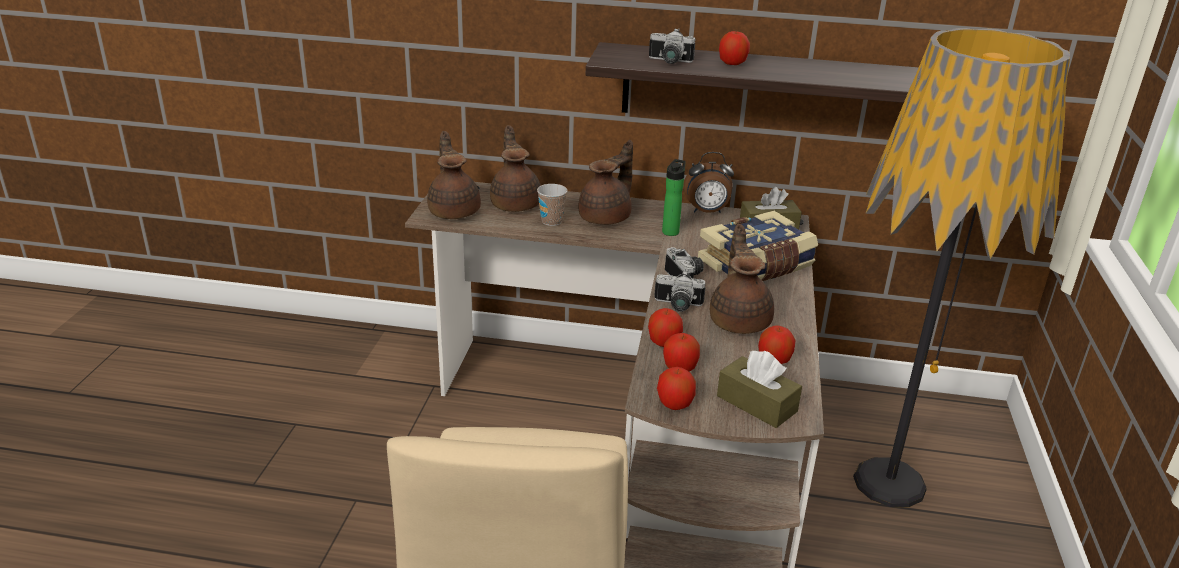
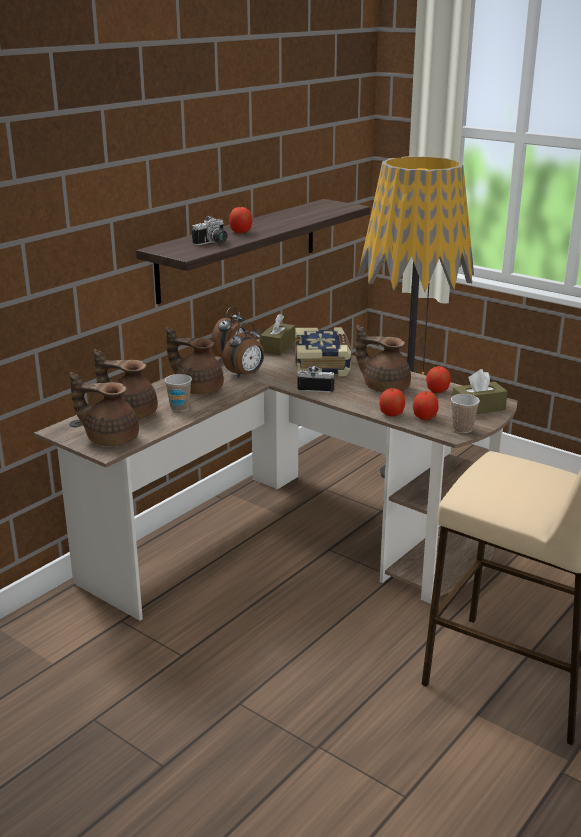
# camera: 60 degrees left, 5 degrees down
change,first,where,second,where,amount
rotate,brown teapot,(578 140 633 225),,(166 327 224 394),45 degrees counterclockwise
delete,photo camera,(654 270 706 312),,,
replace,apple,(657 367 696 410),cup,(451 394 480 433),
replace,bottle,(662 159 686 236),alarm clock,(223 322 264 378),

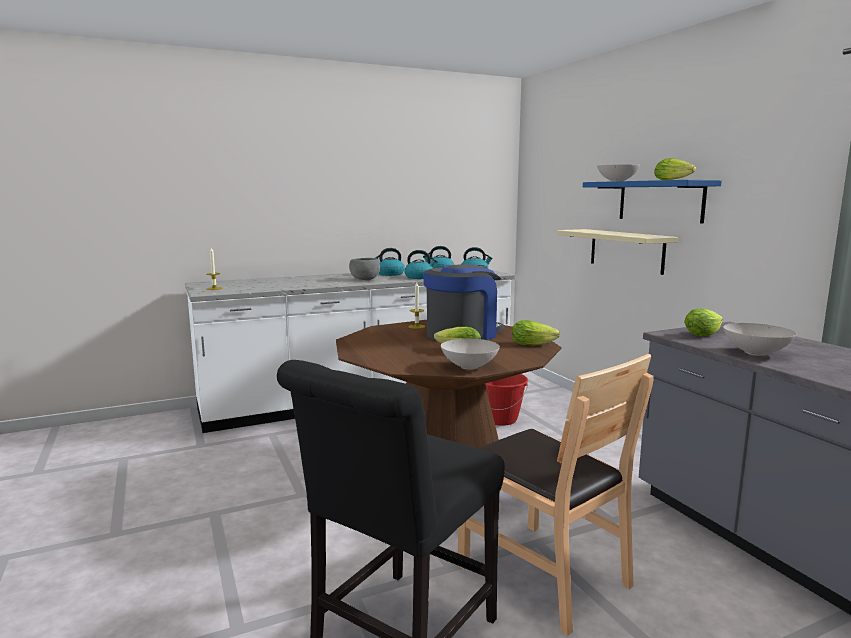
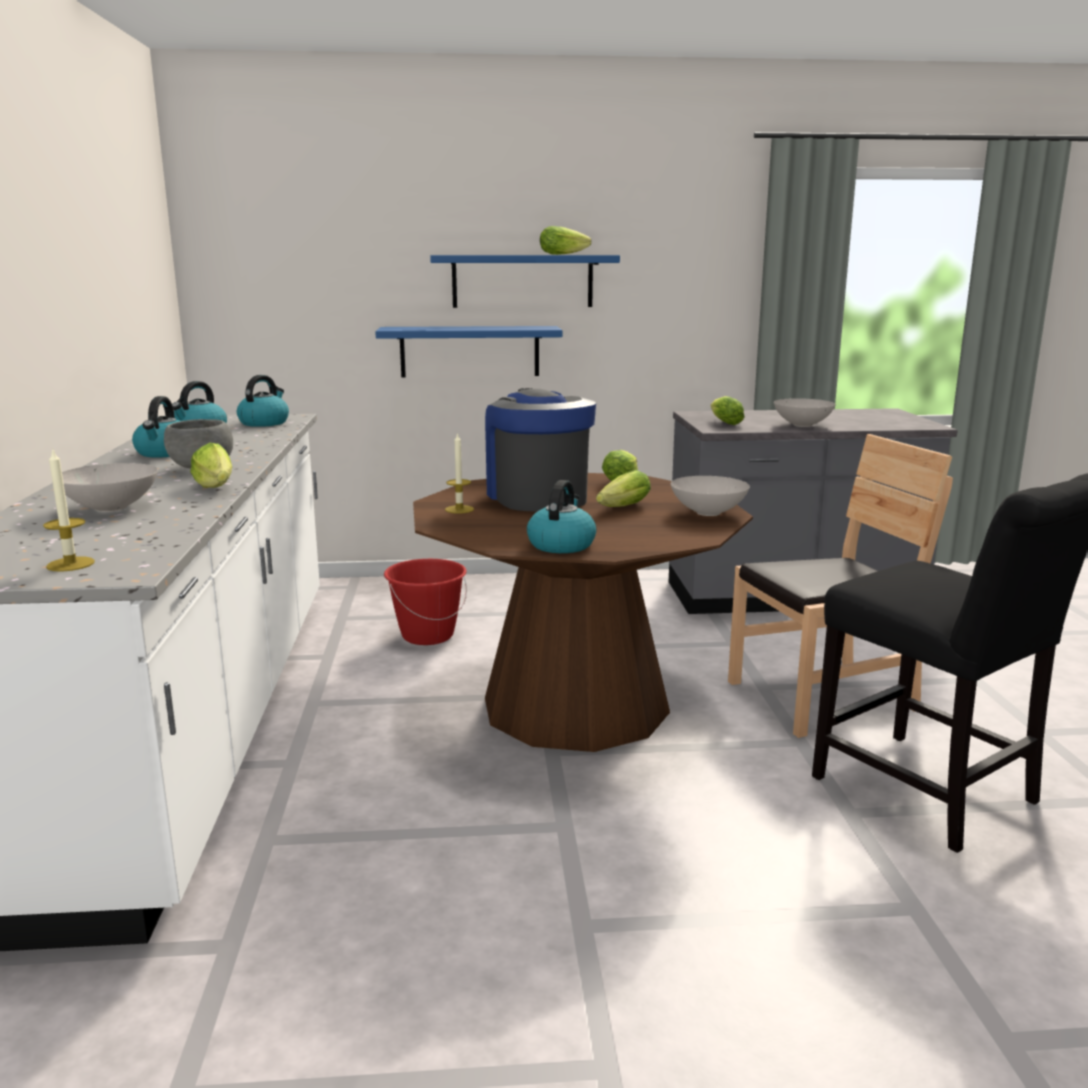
# camera: 70 degrees left, 5 degrees up
change,first,where,second,where,amount
move,kettle,(405 250 438 279),,(527 480 596 553),
recolor,beige shelf,(556 229 679 275),blue shelf,(375 326 562 377),
move,white bowl,(597 164 640 182),,(62 463 158 512),
insert,,,lettuce,(190 443 232 488),

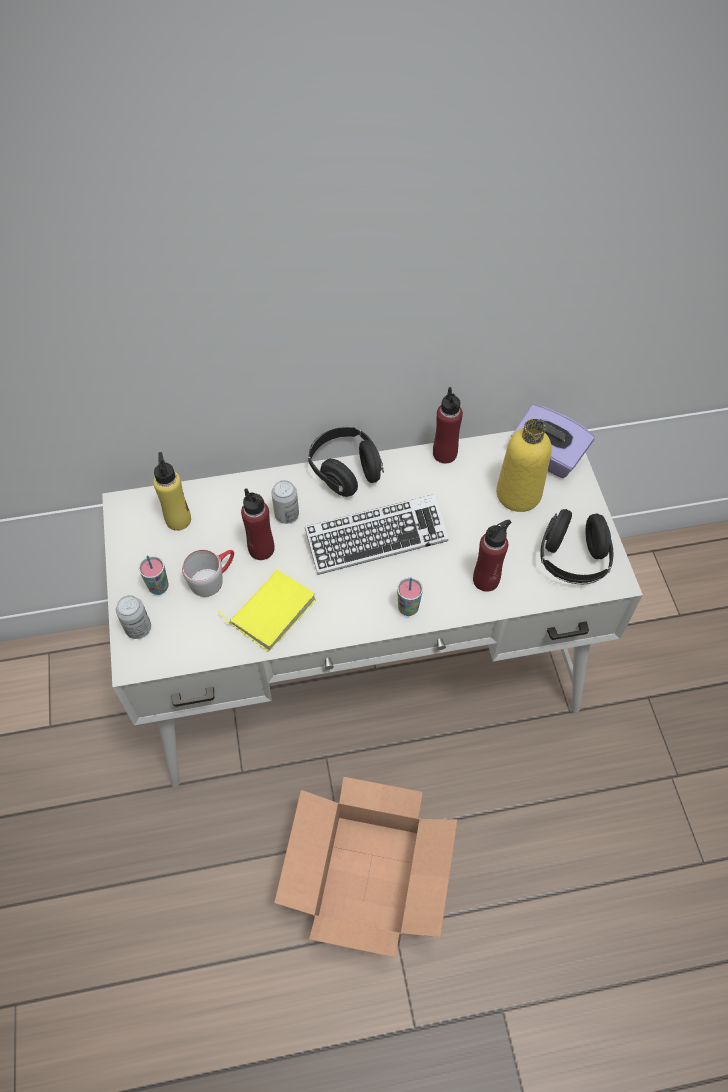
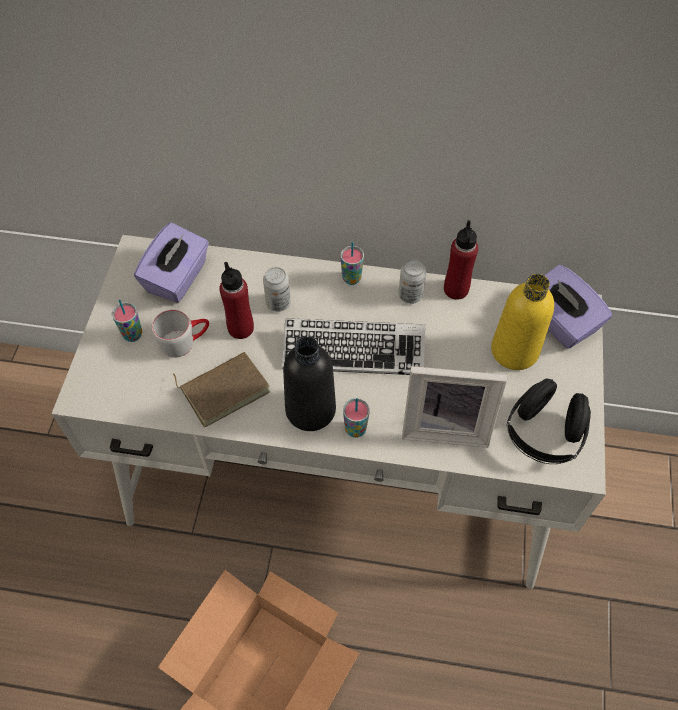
# camera: 20 degrees right, 0 degrees up
change,first,where,second,where,amount
move,can,(116 595 151 639),,(398 259 426 304),
replace,yellow bottle,(153 452 191 531),purple tissue box,(134 222 209 303),
recolor,yellow book,(218 570 316 652),brown book,(173 352 270 427),
replace,black headphones,(308 427 384 497),cup,(340 242 364 285),
replace,red bottle,(473 520 511 592),picture frame,(402 366 507 448),
insert,,,black bottle,(283 337 336 431),

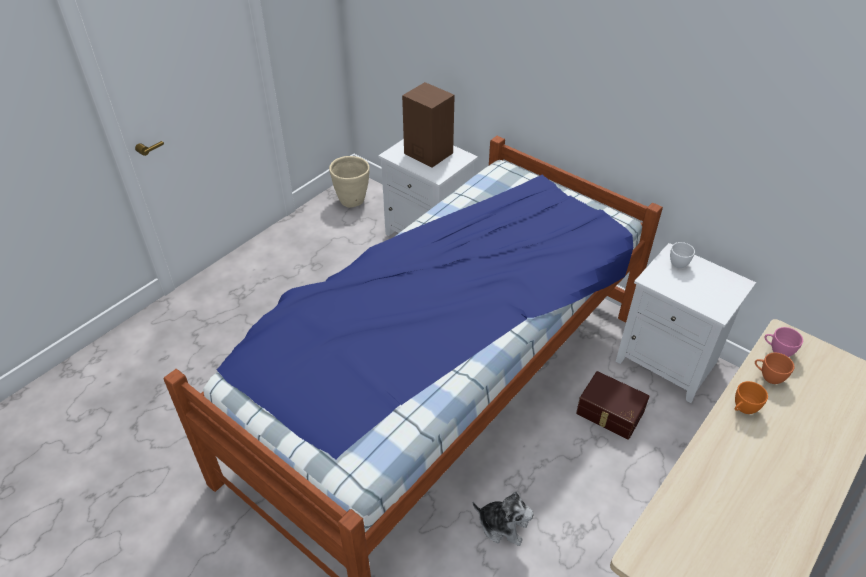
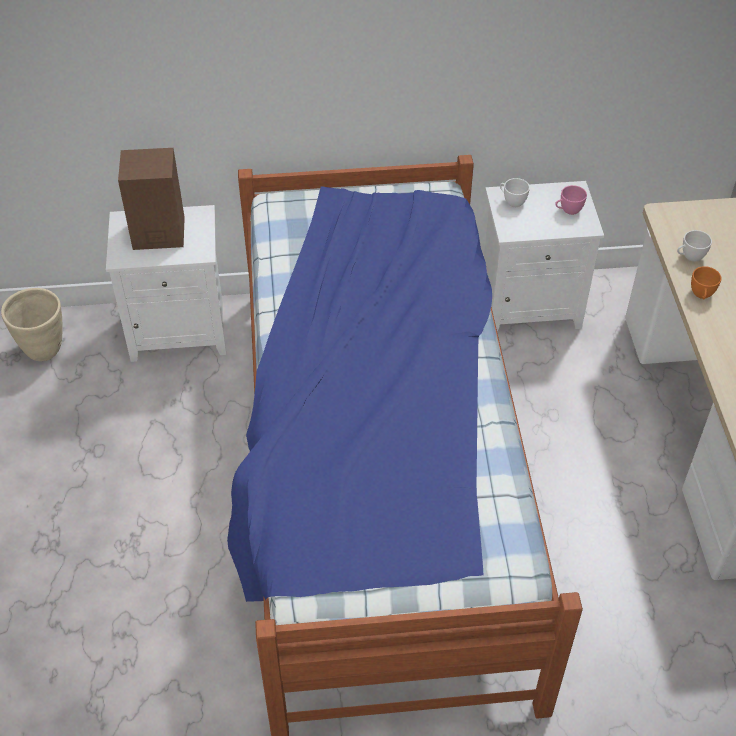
# camera: 45 degrees left, 5 degrees up
change,first,where,second,where,amount
delete,plush toy,(473 491 534 546),,,
delete,brown storage box,(576 371 649 440),,,
recolor,orange cup,(755 353 794 384),white cup,(677 230 712 262),
move,pink cup,(764 327 803 357),,(555 185 587 215),

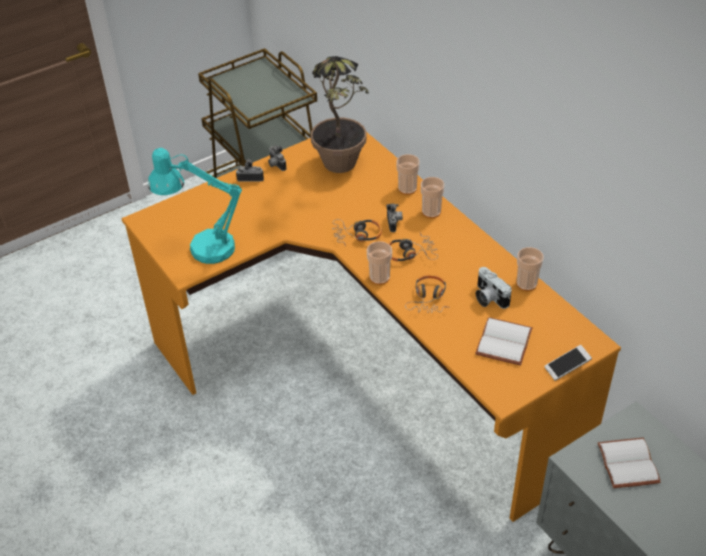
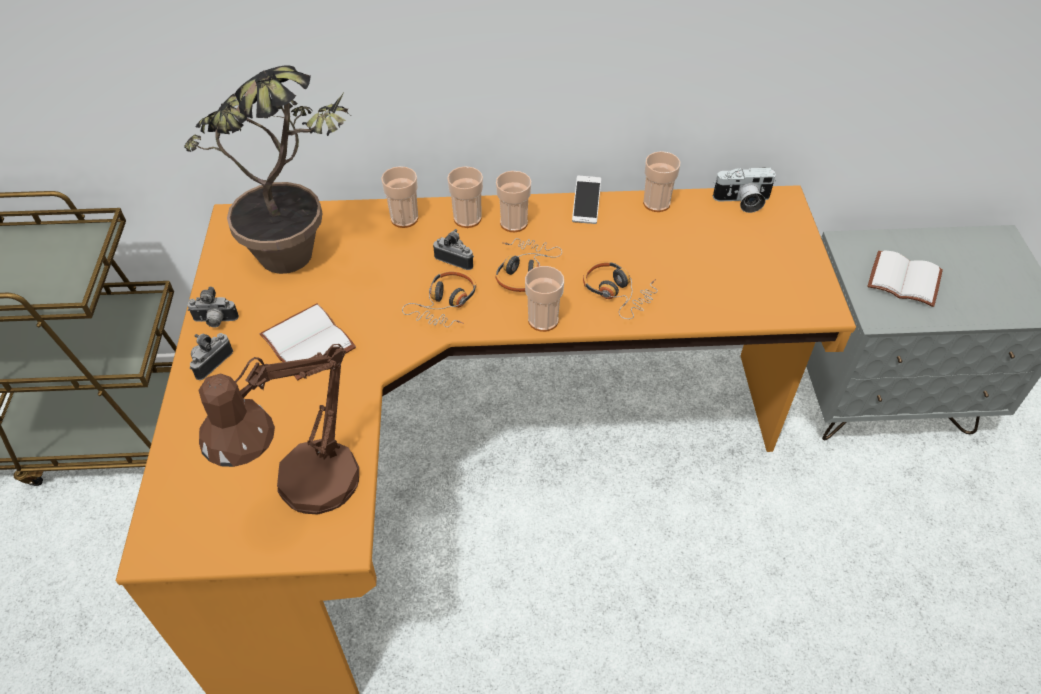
# camera: 60 degrees left, 5 degrees up
change,first,where,second,where,amount
recolor,turquoise table lamp,(148 148 242 264),brown table lamp,(198 344 359 514),
move,white book,(475 317 533 366),,(260 303 356 380),
move,photo camera,(476 267 512 309),,(713 167 776 213),
move,phone,(544 345 592 381),,(572 176 601 224),
insert,,,cup,(496 171 532 232),

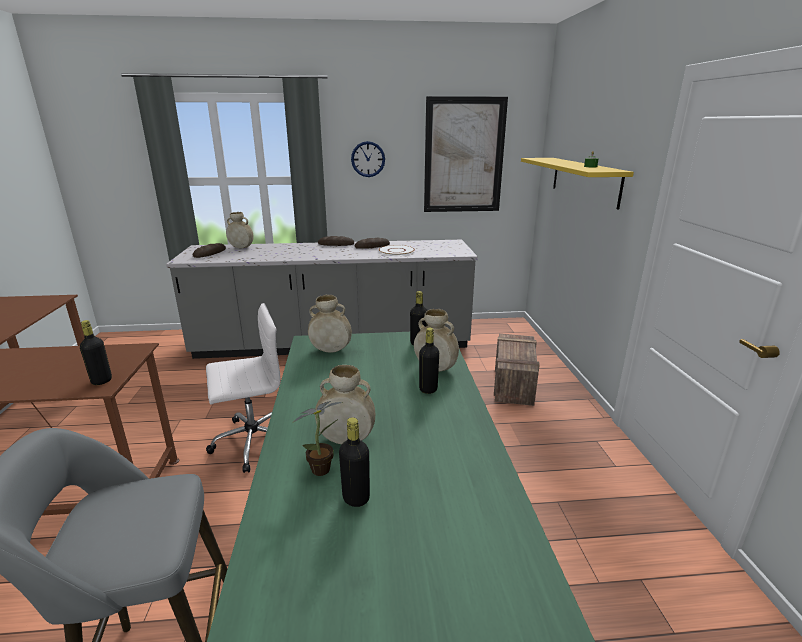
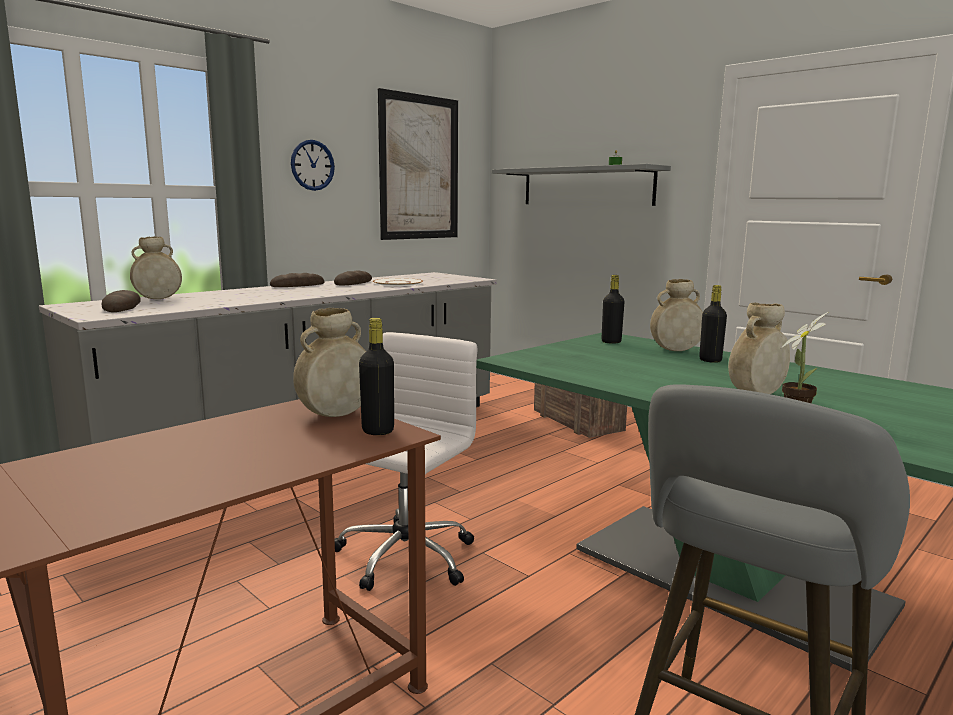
# camera: 40 degrees left, 10 degrees down
change,first,where,second,where,amount
move,beige vase,(308 295 352 353),,(293 308 366 417),
delete,black bottle,(339 417 370 507),,,
recolor,yellow shelf,(521 158 634 209),grey shelf,(492 164 671 206),

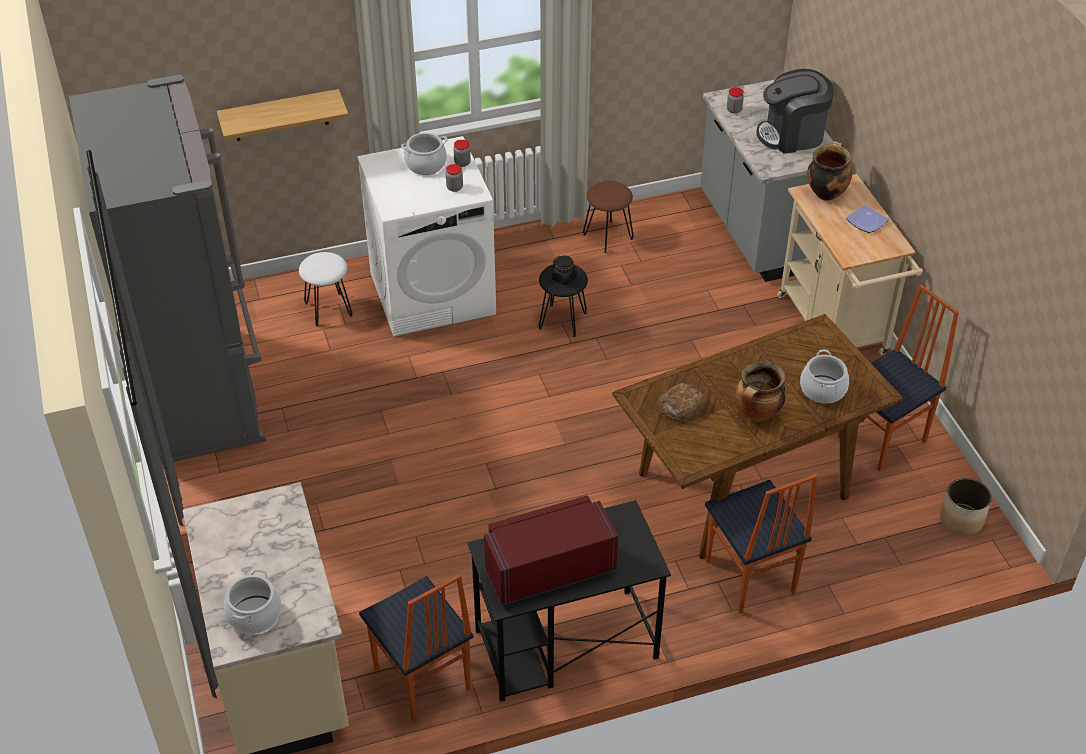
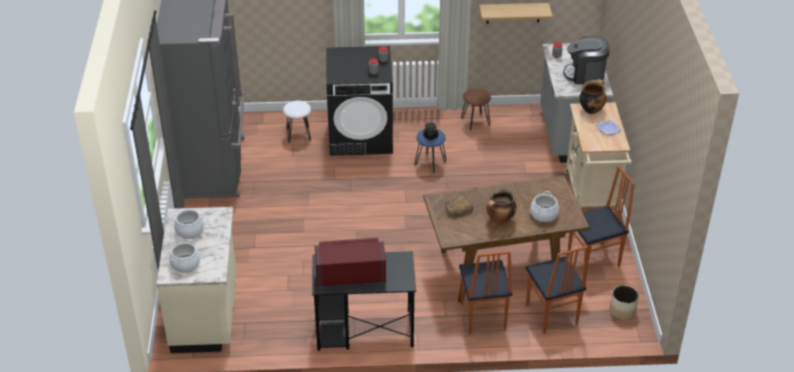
# camera: 15 degrees right, 5 degrees down
change,first,where,second,where,amount
move,shelf,(217 89 349 141),,(479 3 553 24),
recolor,white washing machine,(357 136 496 337),black washing machine,(326 46 393 156),
move,chair,(359 574 473 723),,(526 246 588 334),
move,cooking pot,(401 133 448 175),,(171 209 204 239),
recolor,black stool,(539 264 588 337),blue stool,(414 129 446 174),

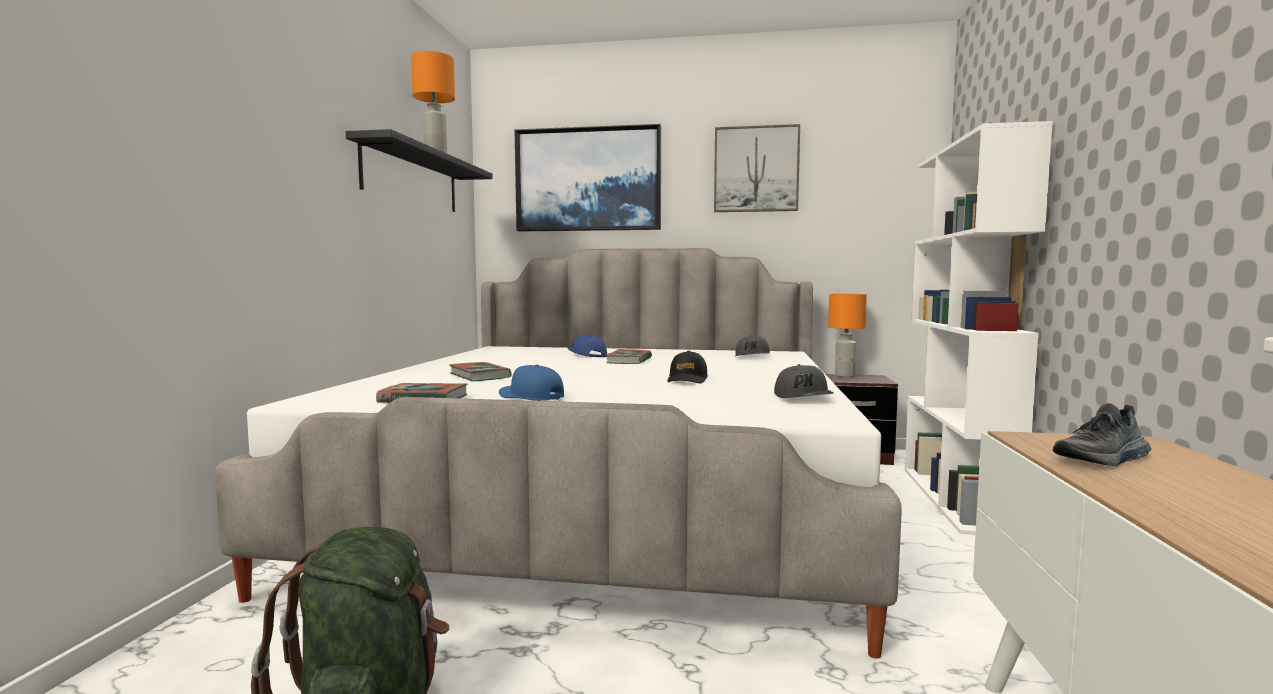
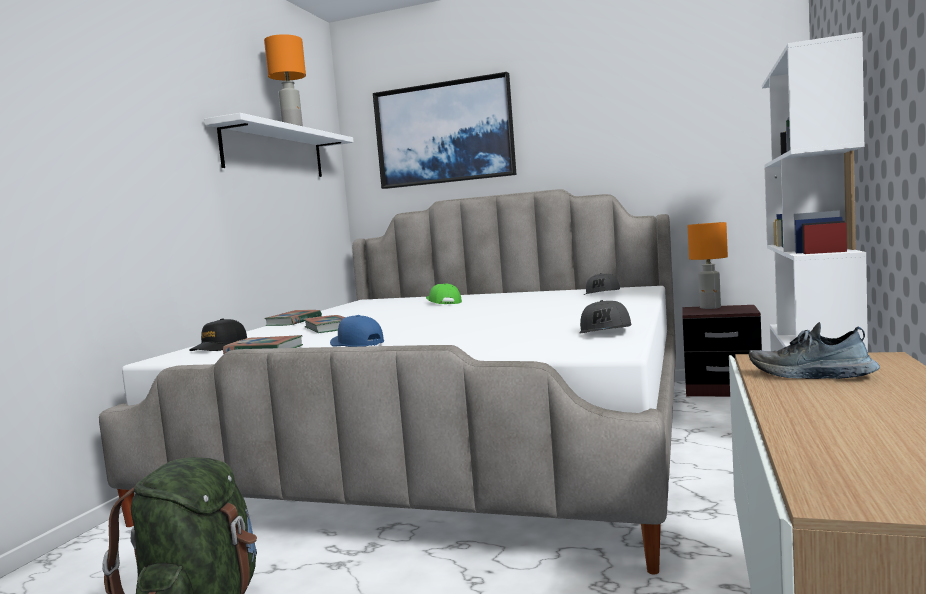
# camera: 10 degrees right, 0 degrees up
change,first,where,second,where,amount
recolor,black shelf,(346 129 492 212),white shelf,(204 113 354 177),
recolor,blue cap,(568 335 607 357),green cap,(426 283 462 304),
move,book,(605 349 652 364),,(264 310 322 326),
move,black cap,(667 351 708 383),,(189 318 247 351),
delete,picture,(714 124 800 212),,,
rotate,shoe,(1053 403 1151 466),,(749 322 880 379),45 degrees clockwise

